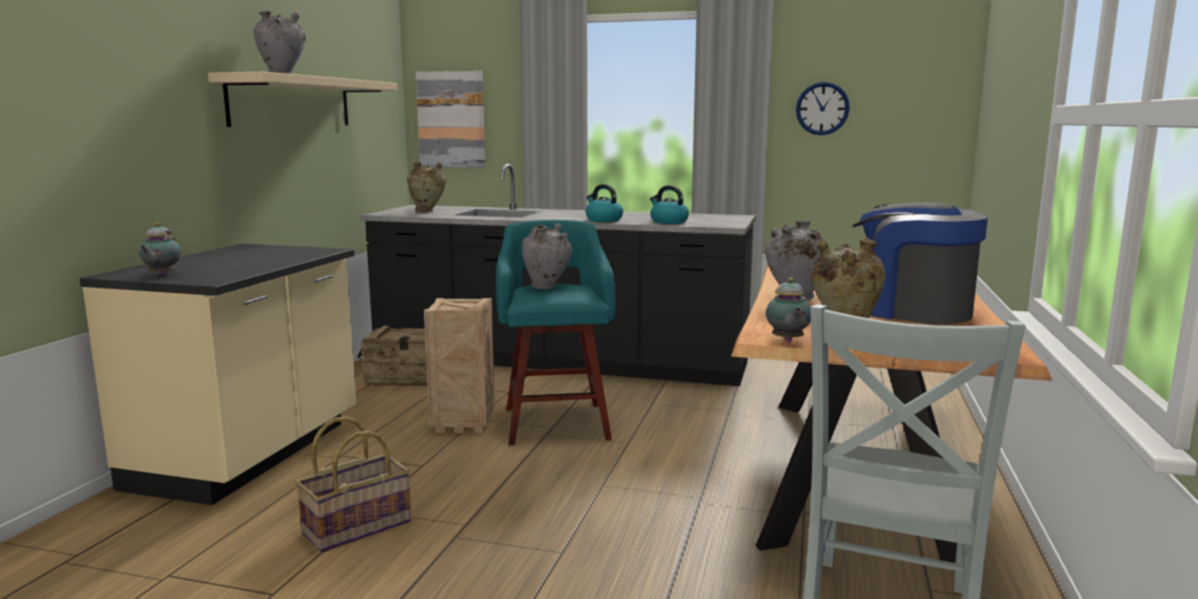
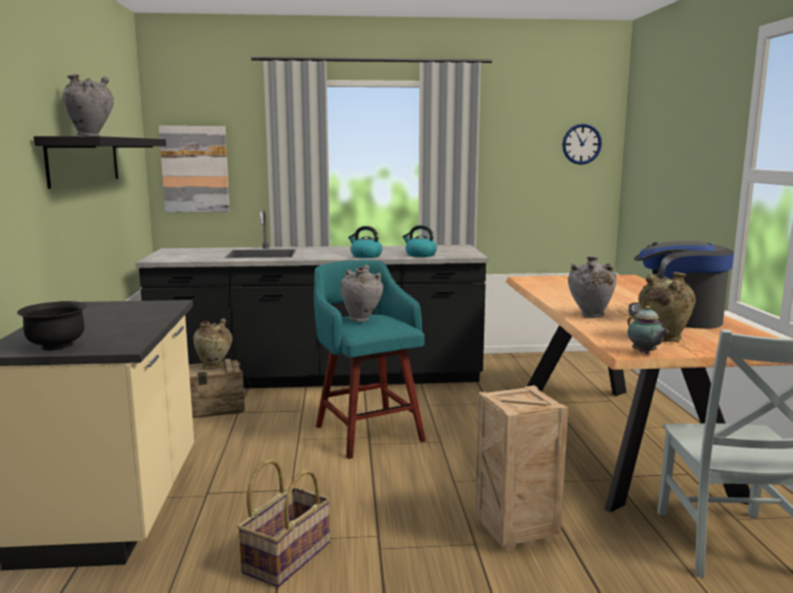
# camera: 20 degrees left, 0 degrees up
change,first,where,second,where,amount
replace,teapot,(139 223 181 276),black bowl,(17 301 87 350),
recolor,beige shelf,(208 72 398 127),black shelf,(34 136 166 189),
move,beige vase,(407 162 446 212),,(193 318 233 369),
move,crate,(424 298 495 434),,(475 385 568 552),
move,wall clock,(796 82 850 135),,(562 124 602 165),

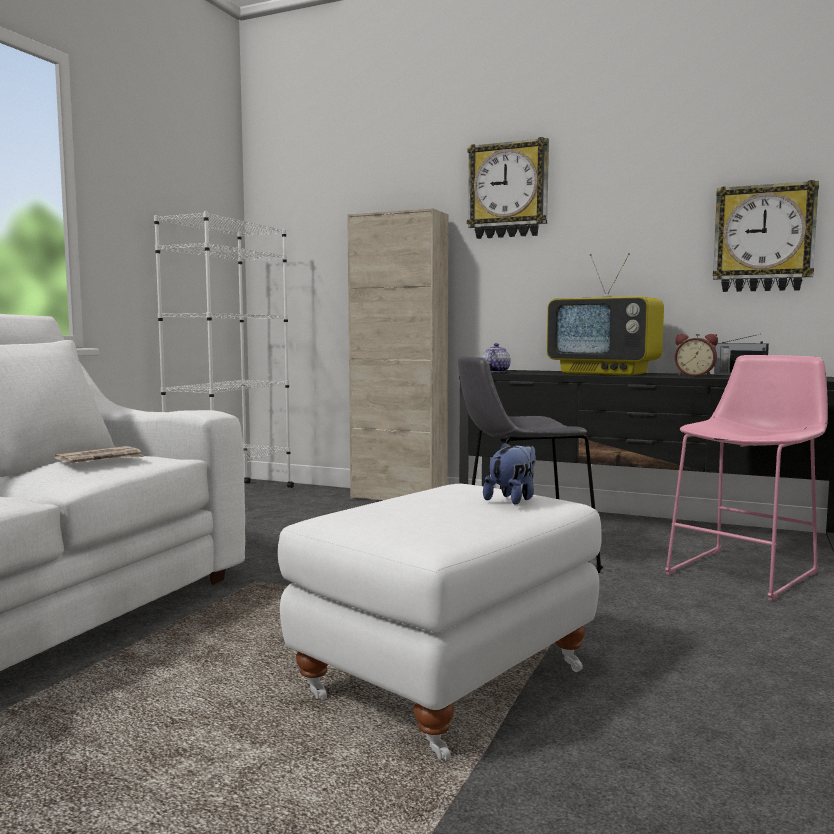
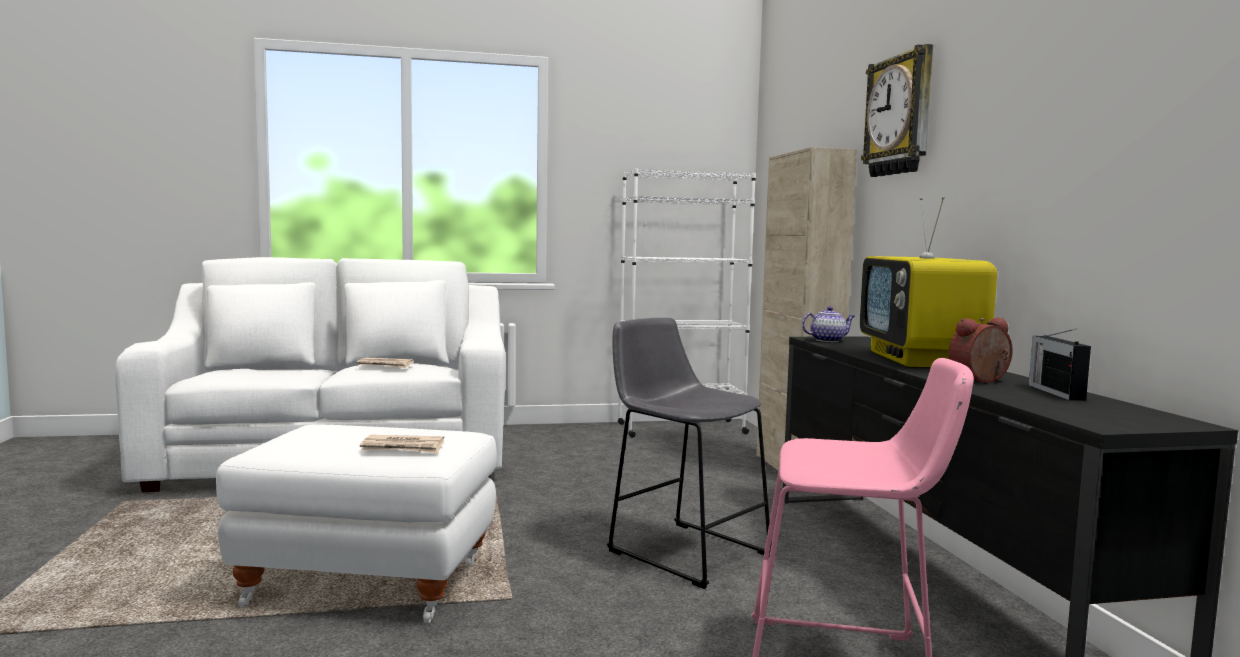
# camera: 55 degrees right, 0 degrees up
change,first,where,second,where,amount
replace,plush toy,(483 442 536 505),newspaper,(360 435 444 453),
rotate,alarm clock,(675 334 718 377),,(948 318 1013 383),75 degrees clockwise
delete,wall clock,(713 180 819 292),,,

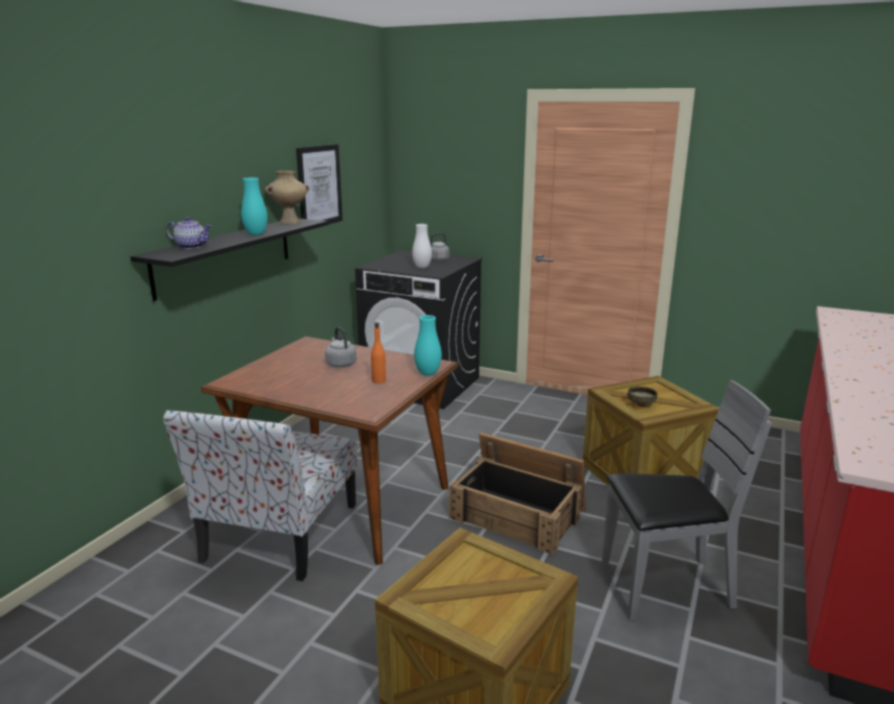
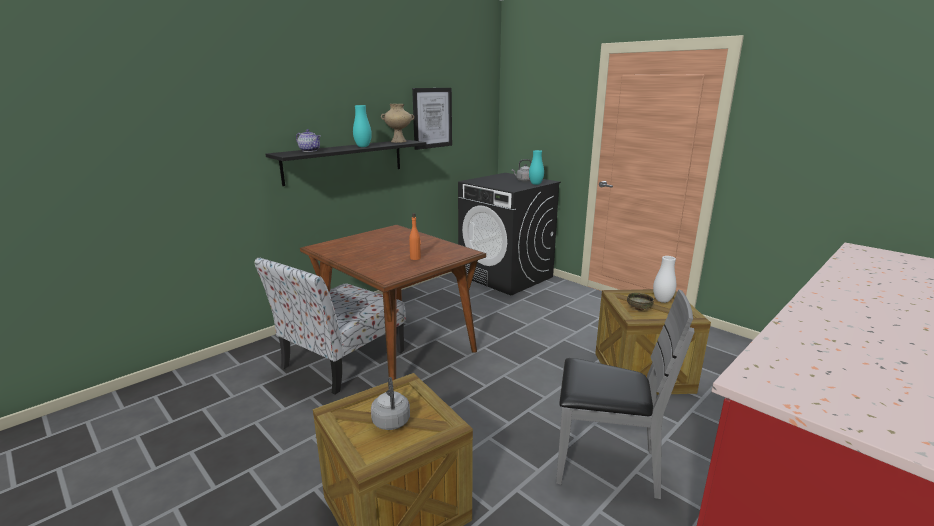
# camera: 20 degrees right, 0 degrees up
change,first,where,second,where,amount
move,grey kettle,(325 327 356 367),,(371 377 410 430),
move,white vase,(412 224 432 268),,(653 256 676 303),
move,turquoise vase,(414 315 442 376),,(529 150 544 185),
delete,crate,(449 432 585 555),,,

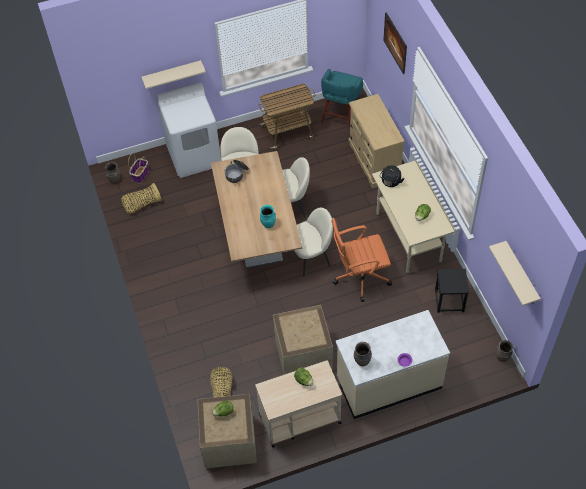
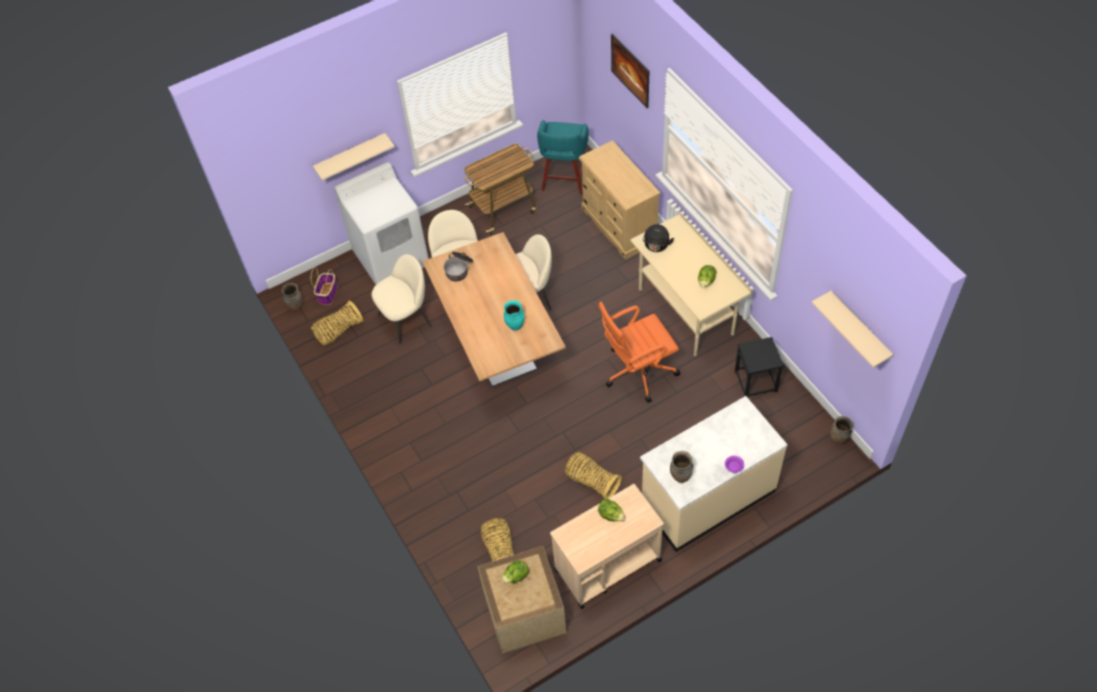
# camera: 10 degrees left, 0 degrees up
change,first,where,second,where,amount
replace,crate,(273 305 333 375),basket,(565 452 622 499),
move,beige chair,(294 208 333 277),,(372 254 432 345),

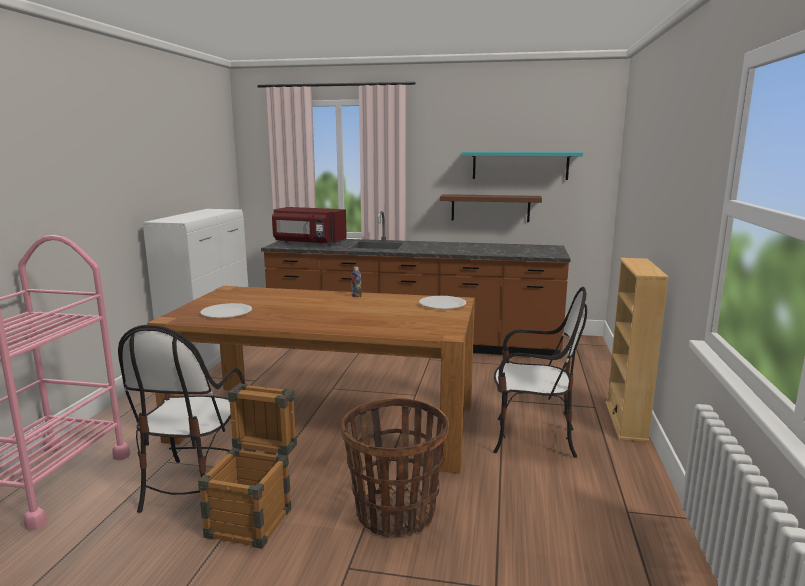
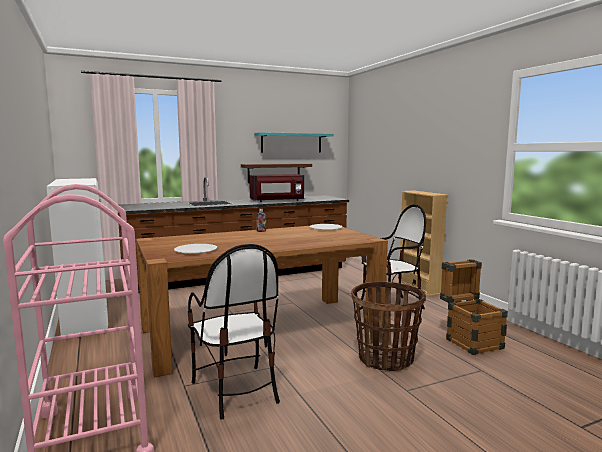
# camera: 35 degrees left, 5 degrees down
change,first,where,second,where,amount
move,crate,(198 383 297 549),,(440 259 508 355),
move,red microwave,(272 207 347 246),,(249 174 304 202),

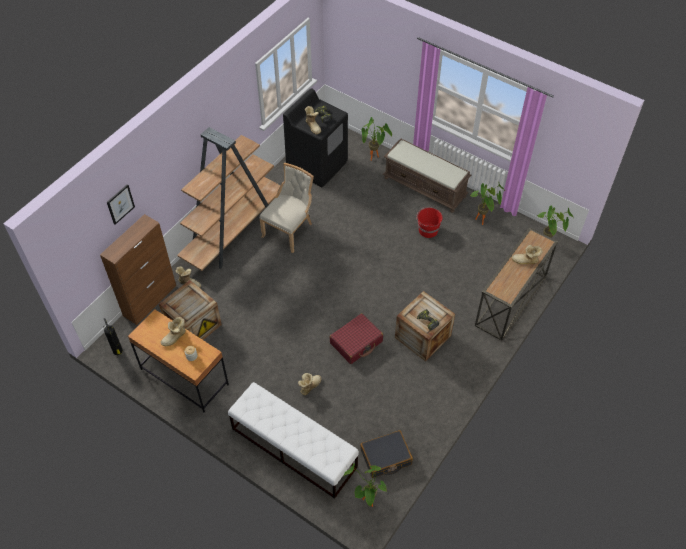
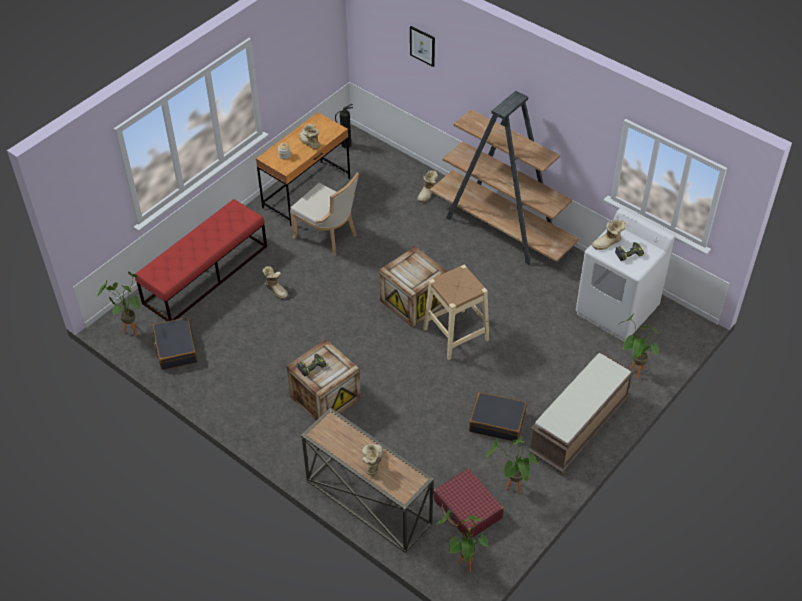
# camera: 95 degrees right, 5 degrees down
change,first,where,second,where,amount
delete,brown cabinet,(100 214 176 325),,,
move,crate,(159 280 222 340),,(380 246 448 327),
recolor,white bench,(228 382 359 499),red bench,(135 199 267 321),
move,beige chair,(260 163 314 253),,(290 173 359 256),
recolor,black washing machine,(283 88 348 187),white washing machine,(576 208 675 342),
move,red suitcase,(330 313 383 364),,(434 469 504 538),
replace,red bucket,(416 207 443 238),black suitcase,(469 392 527 442),
insert,,,beige stool,(423 265 489 360),

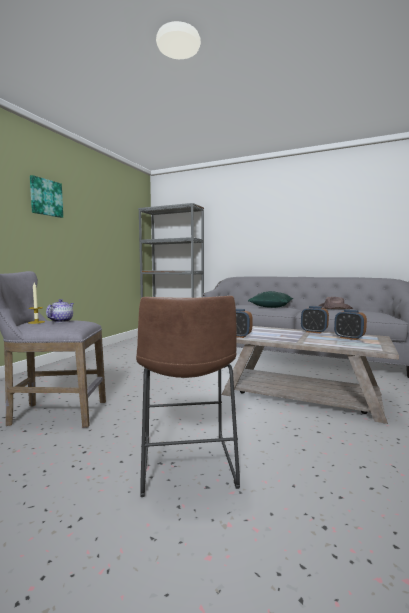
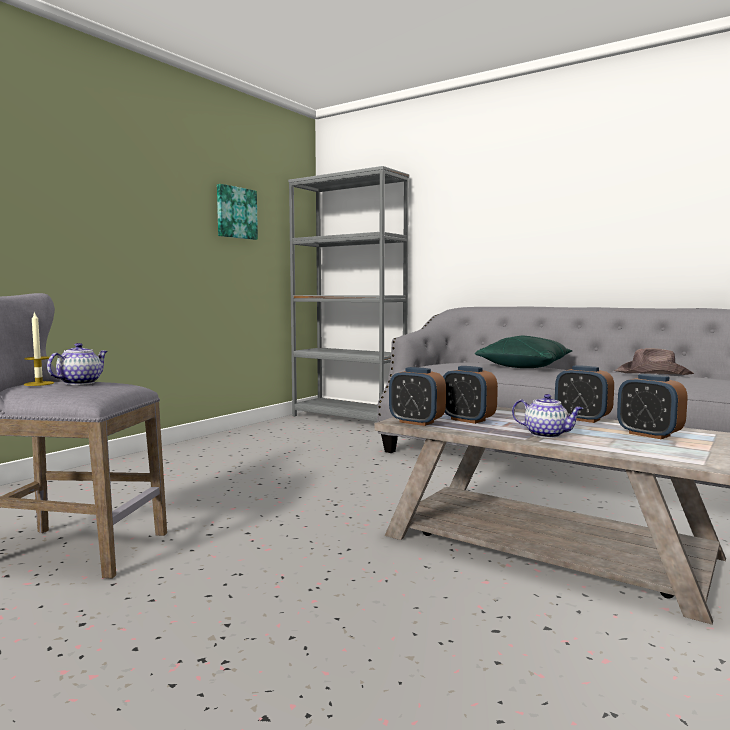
# camera: 10 degrees right, 0 degrees up
change,first,where,second,where,amount
move,picture,(30 175 63 218),,(217 184 258 240),
delete,brown stool,(136 296 240 497),,,
insert,,,alarm clock,(443 366 498 424),
insert,,,teapot,(512 394 584 438),

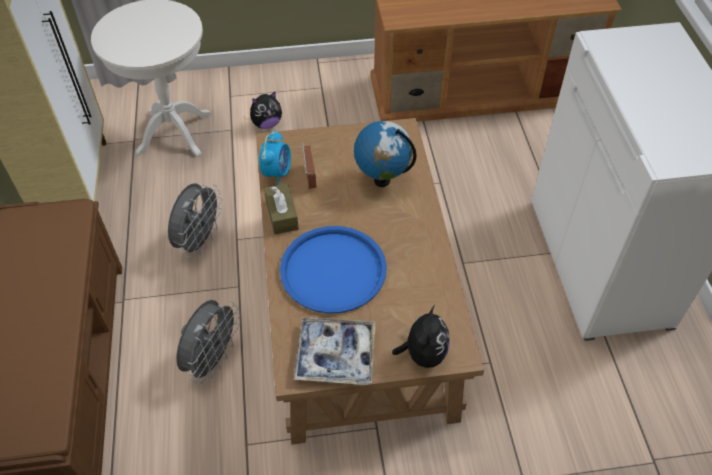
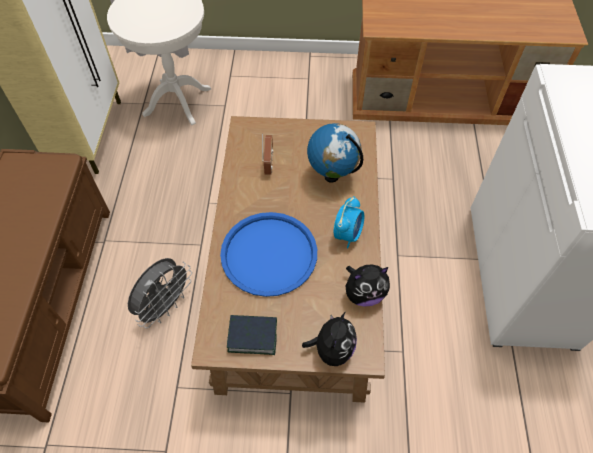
# camera: 10 degrees right, 5 degrees up
change,first,where,second,where,amount
delete,grey fan,(168 183 222 257),,,
move,plush toy,(250 92 282 129),,(346 264 390 307),
move,alarm clock,(259 130 291 185),,(334 196 364 249),
delete,brown tissue box,(264 183 299 235),,,
replace,tray,(293 317 376 385),book,(227 315 277 355),

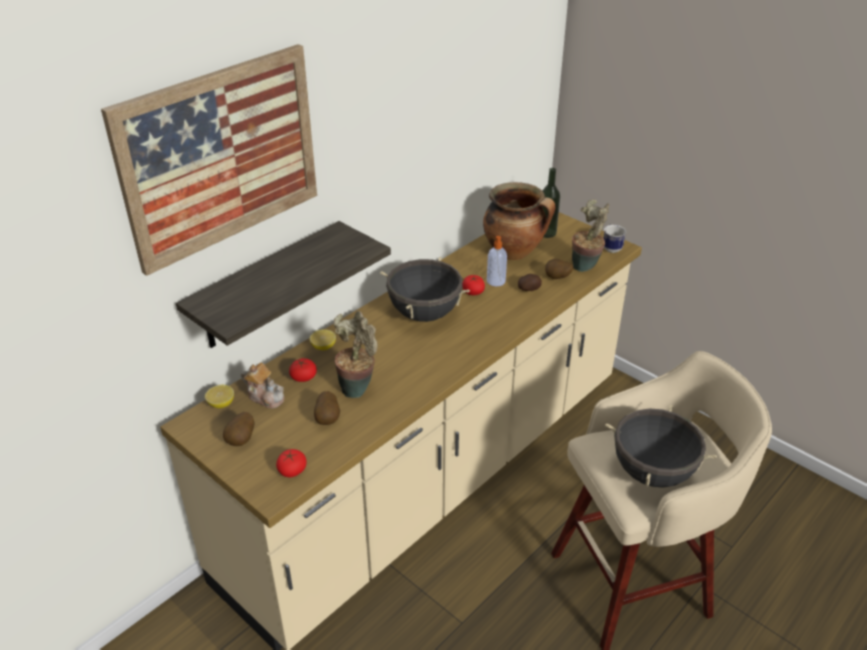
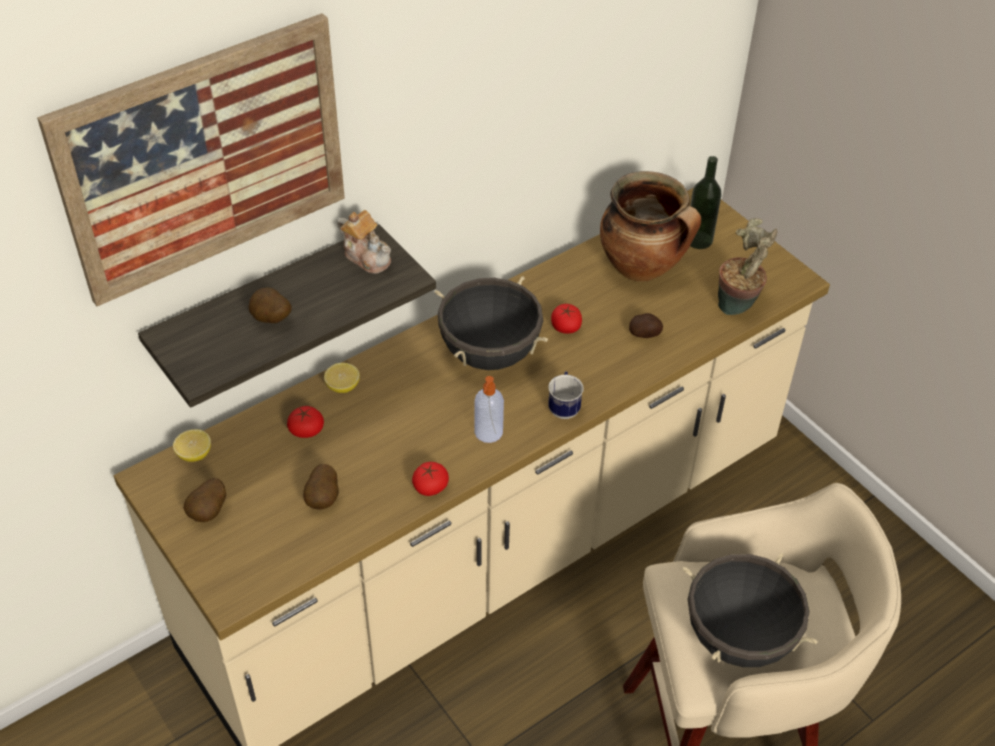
# camera: 10 degrees right, 10 degrees up
change,first,where,second,where,amount
move,teapot,(241 362 285 408),,(337 210 391 274),
move,tomato,(276 449 307 477),,(412 462 449 496),
delete,potted plant,(333 311 378 398),,,
move,soap dispenser,(487 236 507 286),,(474 376 504 443),
move,potato,(545 259 573 279),,(249 287 292 323),
move,mug,(603 224 626 253),,(548 371 584 419),

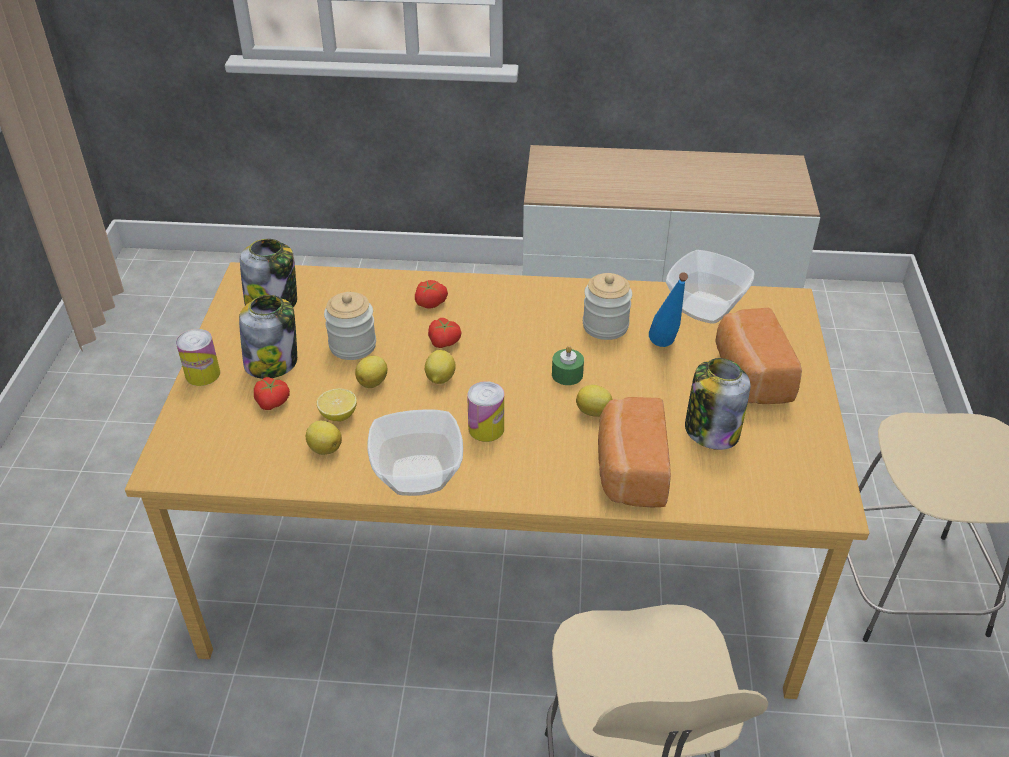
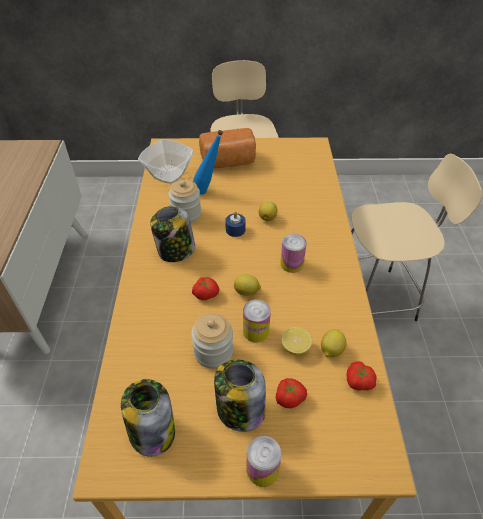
# camera: 95 degrees left, 5 degrees up
change,first,where,second,where,amount
replace,lemon,(355 356 387 388),can,(243 299 271 342),
delete,bowl,(367 409 463 496),,,
move,tomato,(415 280 448 308),,(347 361 377 390),
recolor,green candle,(552 346 584 385),blue candle,(225 212 246 237),
delete,bread,(598 397 671 508),,,
move,jar,(685 358 750 450),,(150 206 195 262),

